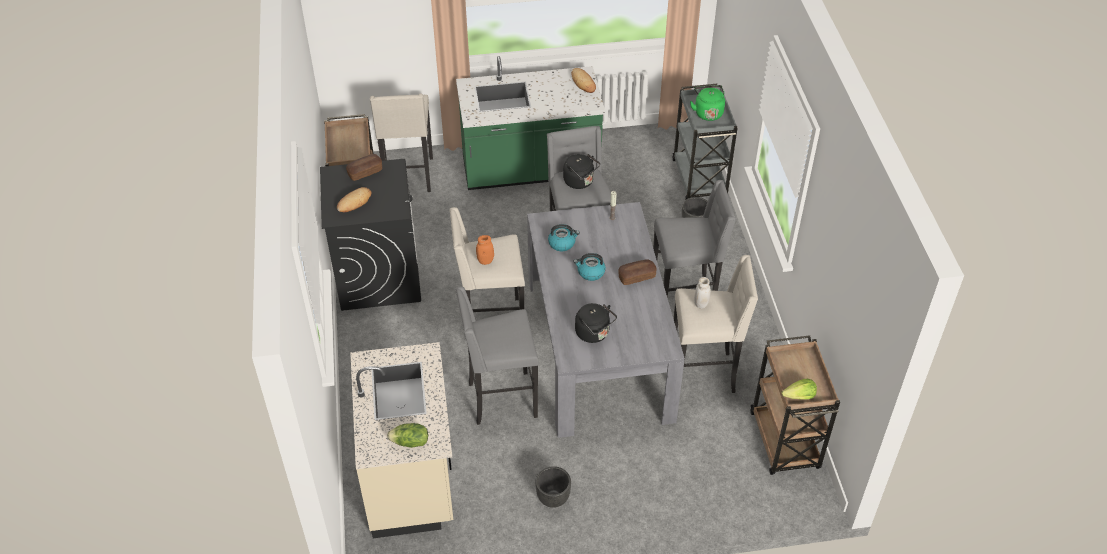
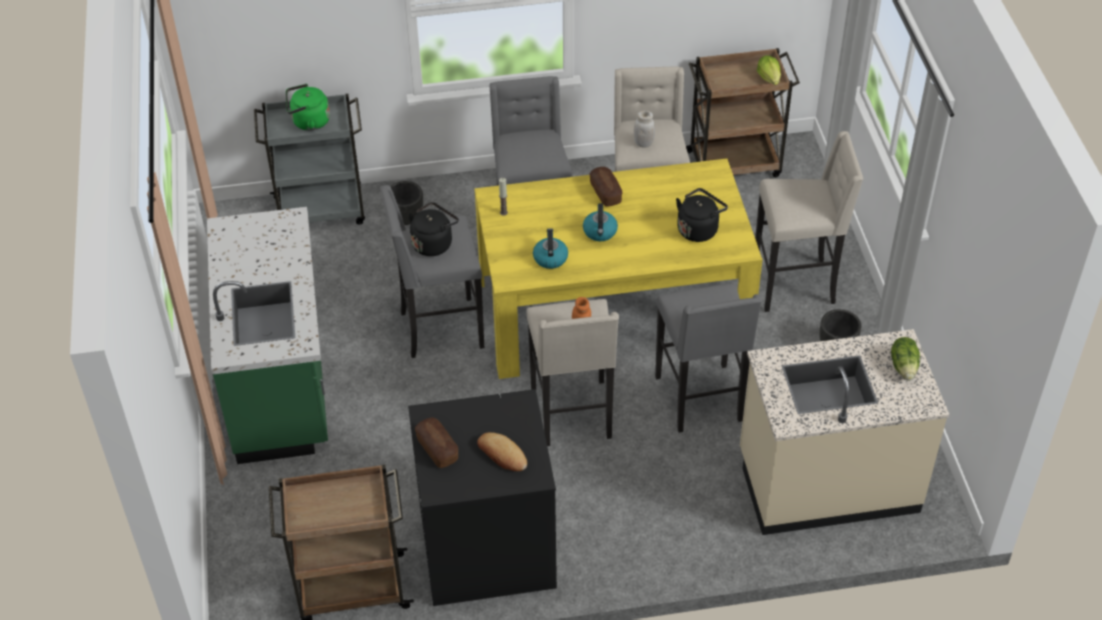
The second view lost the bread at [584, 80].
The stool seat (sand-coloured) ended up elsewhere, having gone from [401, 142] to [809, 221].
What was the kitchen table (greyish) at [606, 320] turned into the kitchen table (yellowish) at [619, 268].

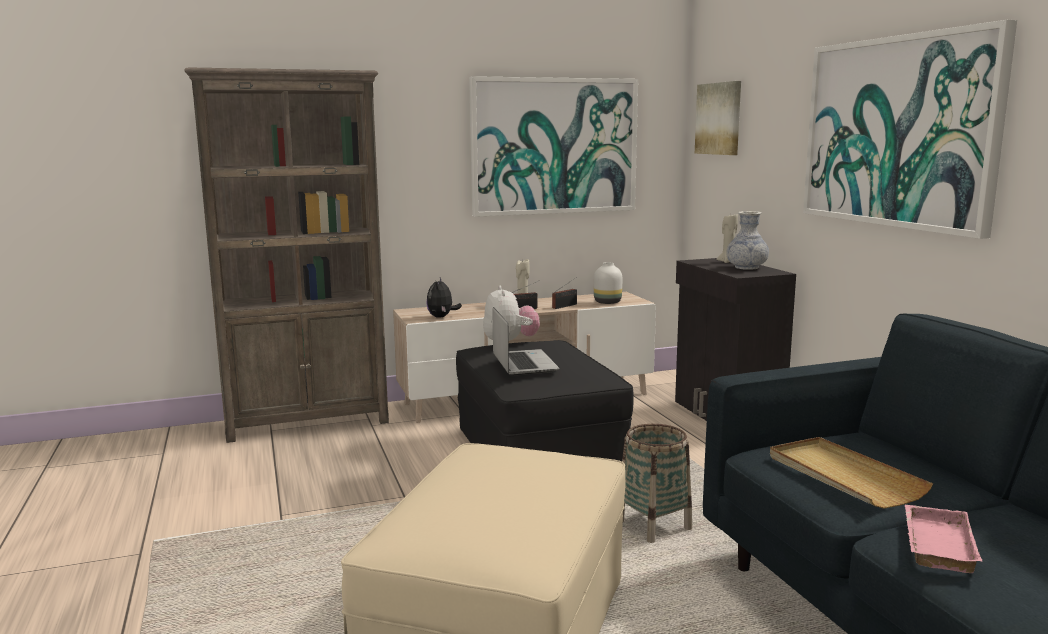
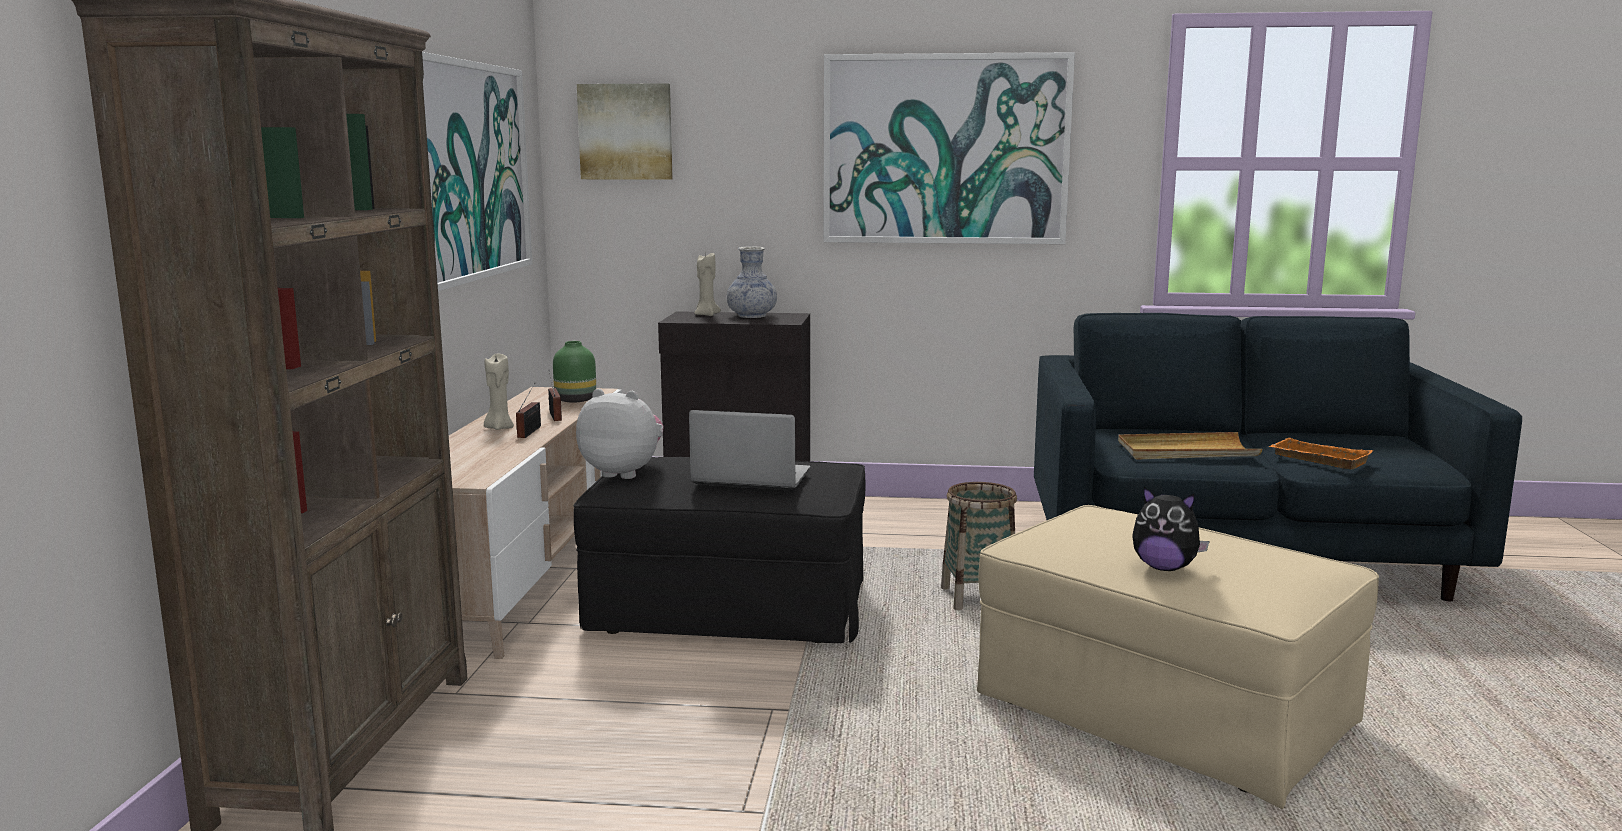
What was the decorative vase (whitish) at [608, 283] turned into the decorative vase (greenish) at [574, 371].
The cuddly toy ended up elsewhere, having gone from [444, 297] to [1171, 529].
What was the tray (pinkish) at [943, 539] turned into the tray (orangey) at [1321, 453].

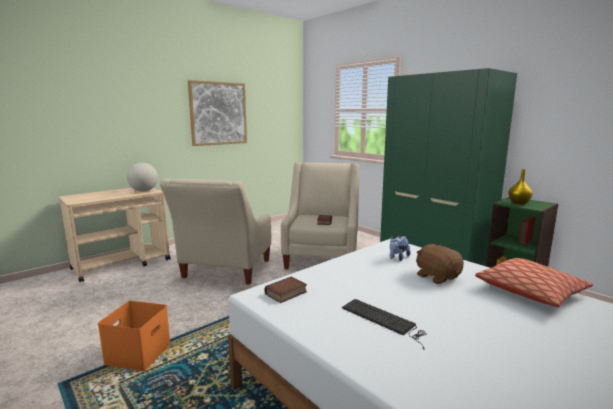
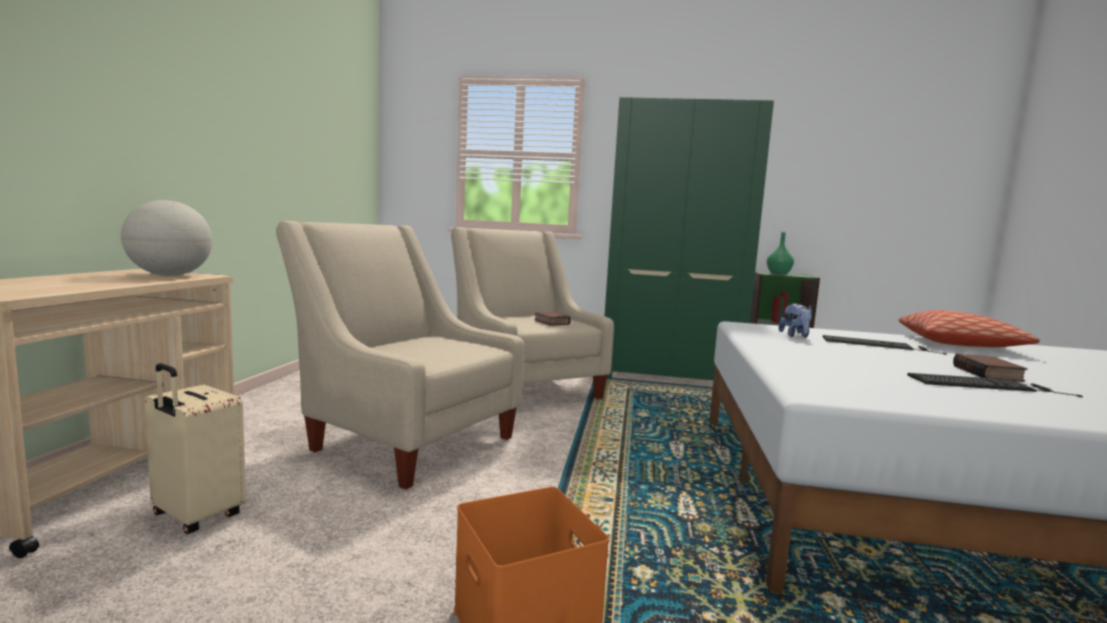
The second view lost the picture at [217, 113].
What was the decorative vase (yellowish) at [520, 186] turned into the decorative vase (greenish) at [780, 253].
The armchair (sand-coloured) at [215, 231] ended up facing another way, 150 degrees clockwise from before.
Where the cuddly toy (brownish) stood at [440, 264], the PC keyboard came to stand at [885, 345].
The book ended up elsewhere, having gone from [286, 290] to [990, 368].
The second view gained the travel case (sand-coloured) at [195, 448].

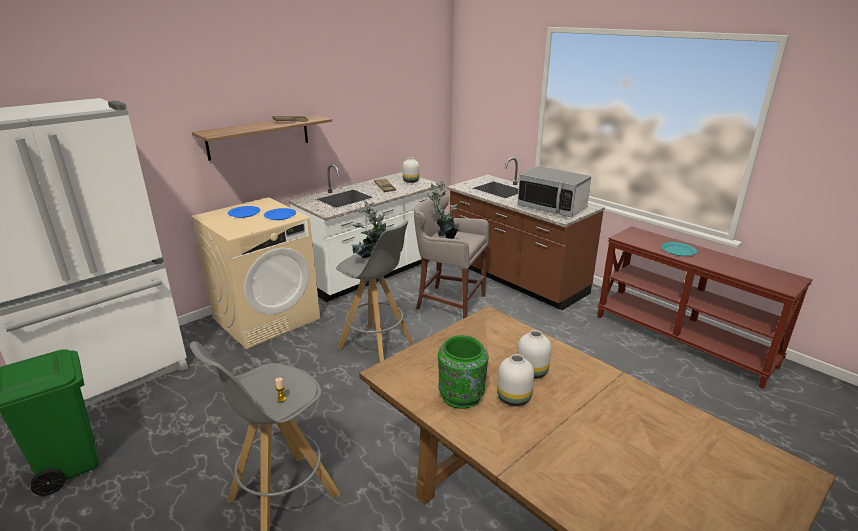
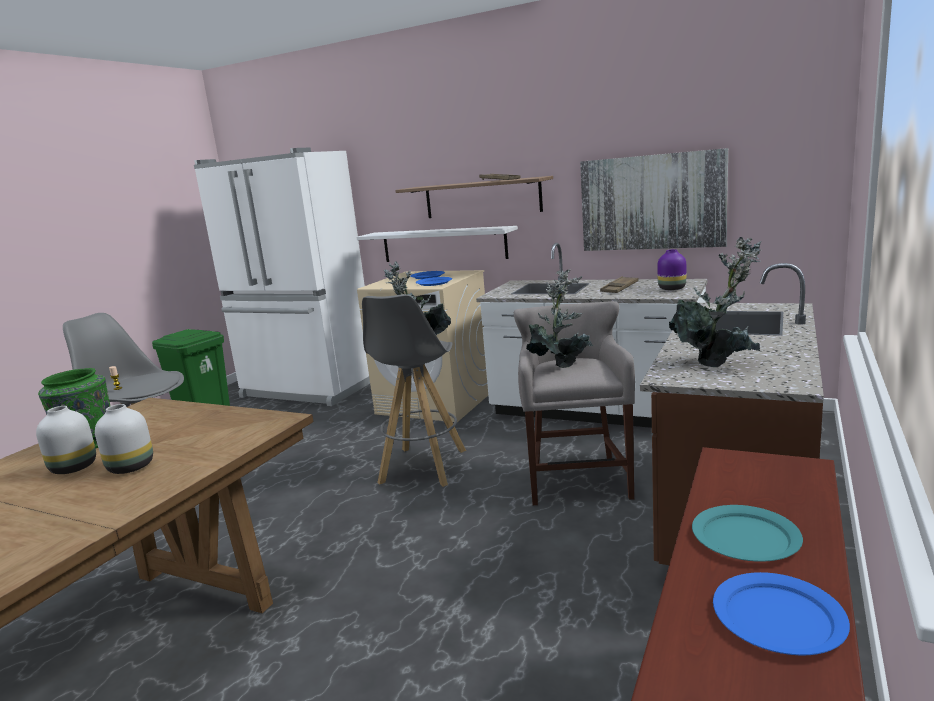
What was the decorative vase (whitish) at [410, 170] turned into the decorative vase (purplish) at [671, 269].
Where the kitchen microwave stood at [554, 191], the plant in a pot came to stand at [715, 302].
The second view gained the picture at [654, 199].
The second view gained the bracket shelf (whitish) at [437, 244].
The second view gained the flat dish (blue-coloured) at [781, 613].

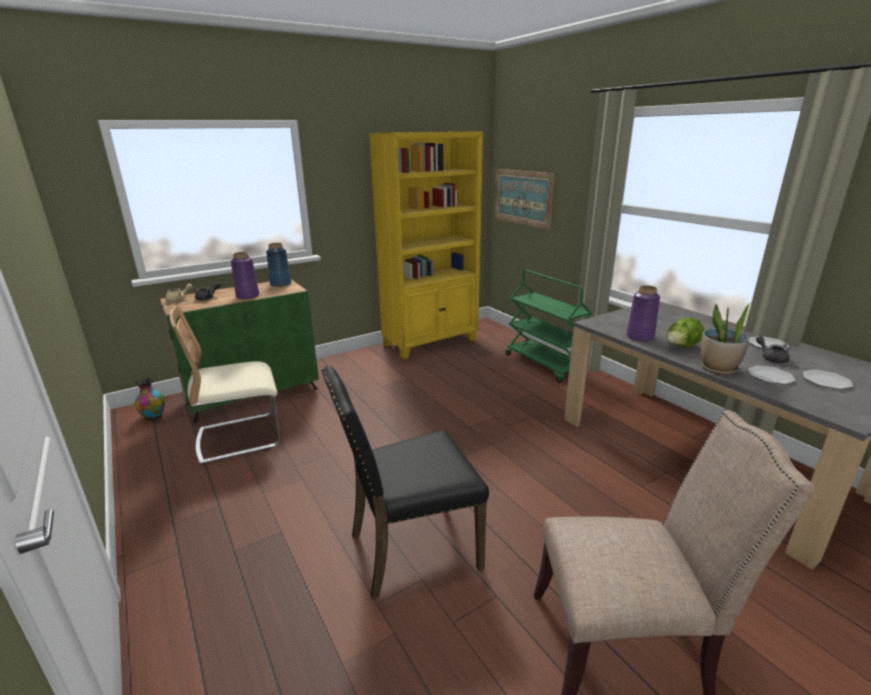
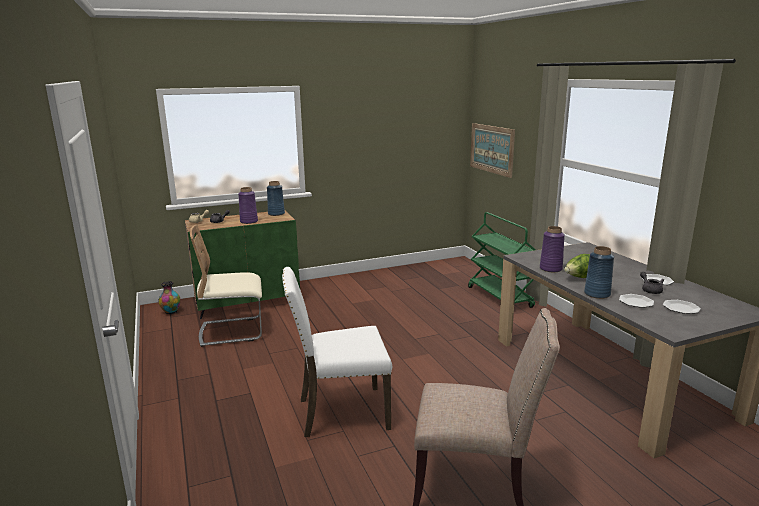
The second view lost the shelving unit (yellowish) at [426, 245].
Where the plant in a pot stood at [726, 339], the decorative vase (blue-coloured) came to stand at [599, 272].
What was the upright chair (black) at [405, 482] turned into the upright chair (whitish) at [337, 352].

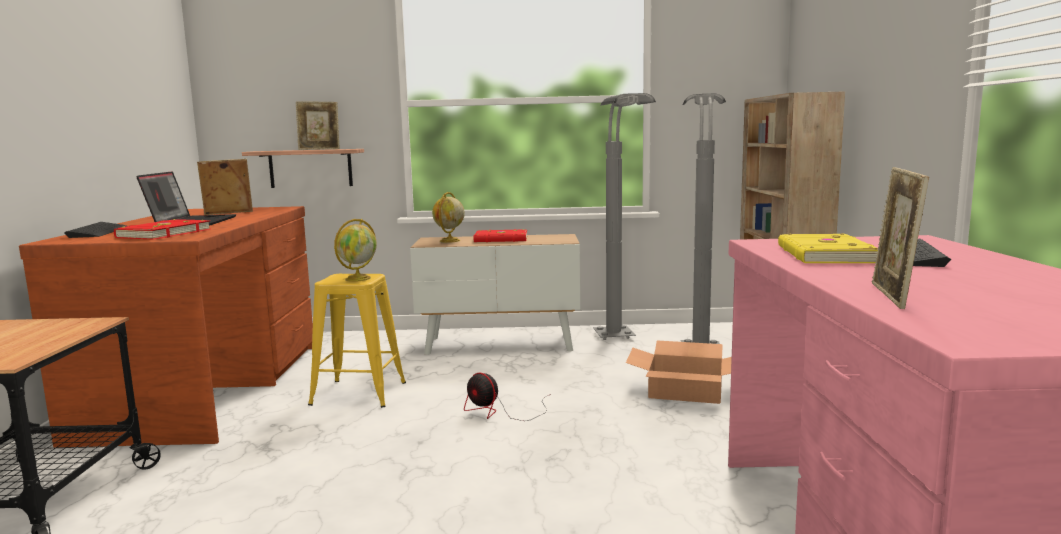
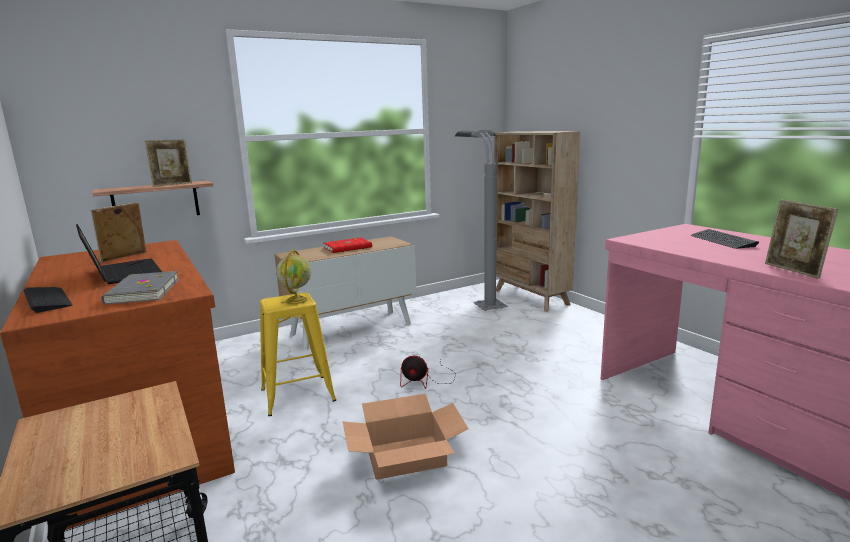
The second view lost the standing lamp (greyish) at [624, 216].
The second view lost the globe at [448, 217].
What was the book (reddish) at [162, 229] turned into the book (greyish) at [140, 288].
The second view lost the book (yellowish) at [828, 248].
The packing box ended up elsewhere, having gone from [679, 372] to [406, 437].

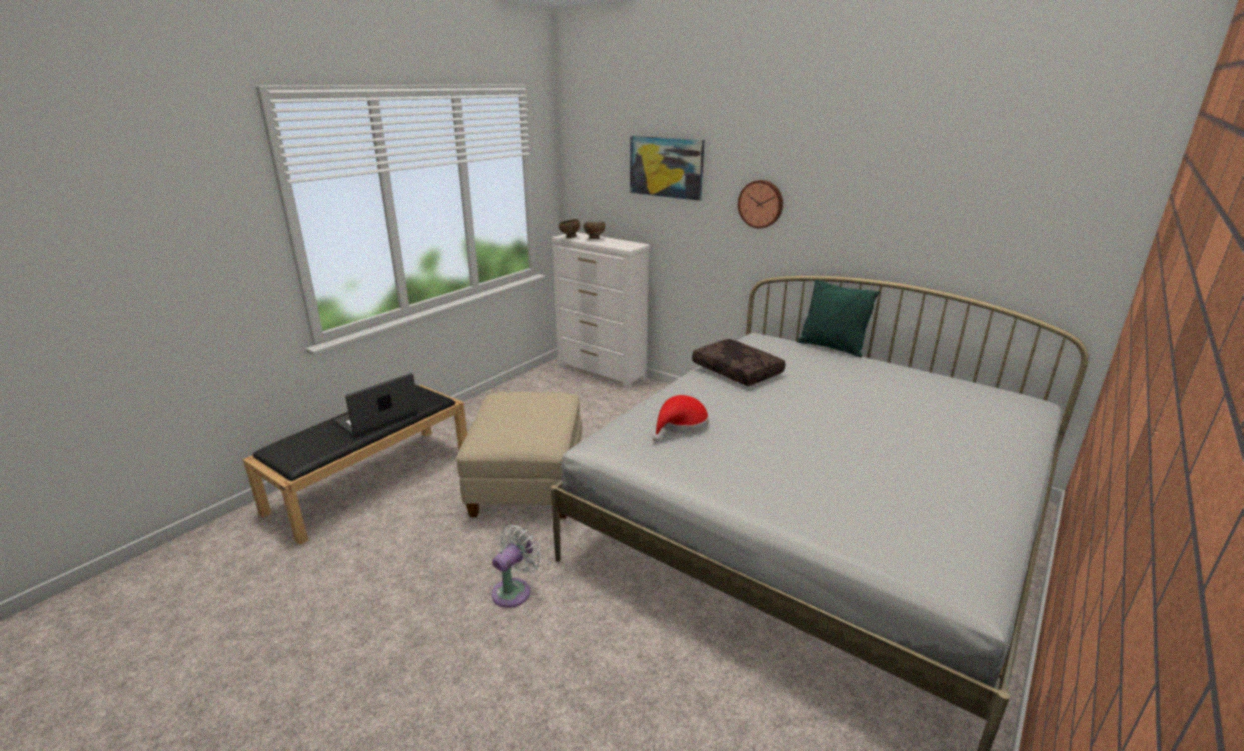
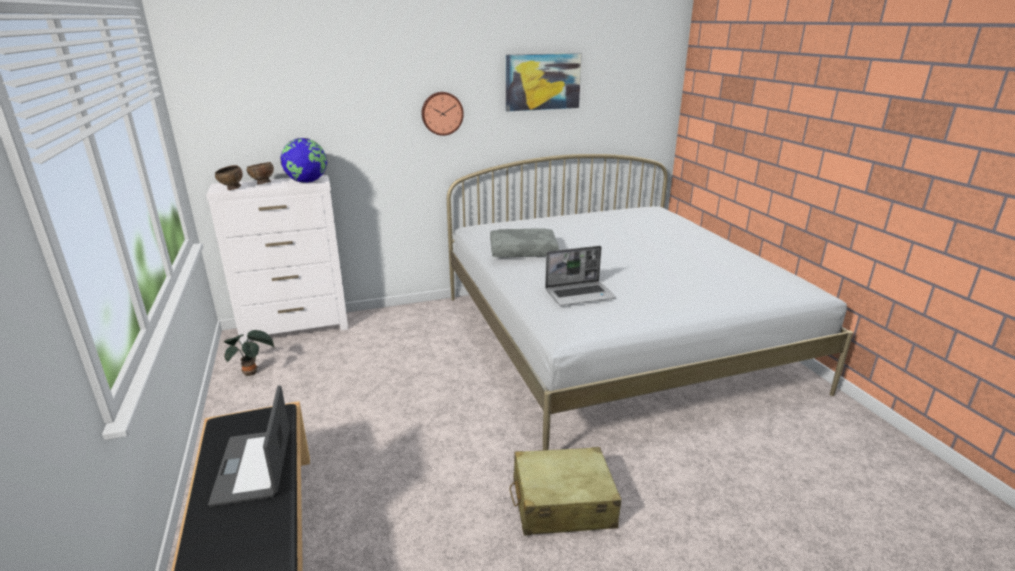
The picture ended up elsewhere, having gone from [667, 168] to [544, 82].
The second view lost the pillow (greenish) at [838, 318].
What was the pillow (brownish) at [739, 362] turned into the pillow (greyish) at [524, 243].
The second view lost the pouffe (sand-coloured) at [519, 455].
Where the hat (reddish) stood at [680, 418], the portable computer came to stand at [580, 276].
Where the fan (whitish) stood at [516, 566], the travel case (sand-coloured) came to stand at [565, 491].
The second view gained the globe at [303, 160].
The second view gained the plant in a pot at [249, 353].

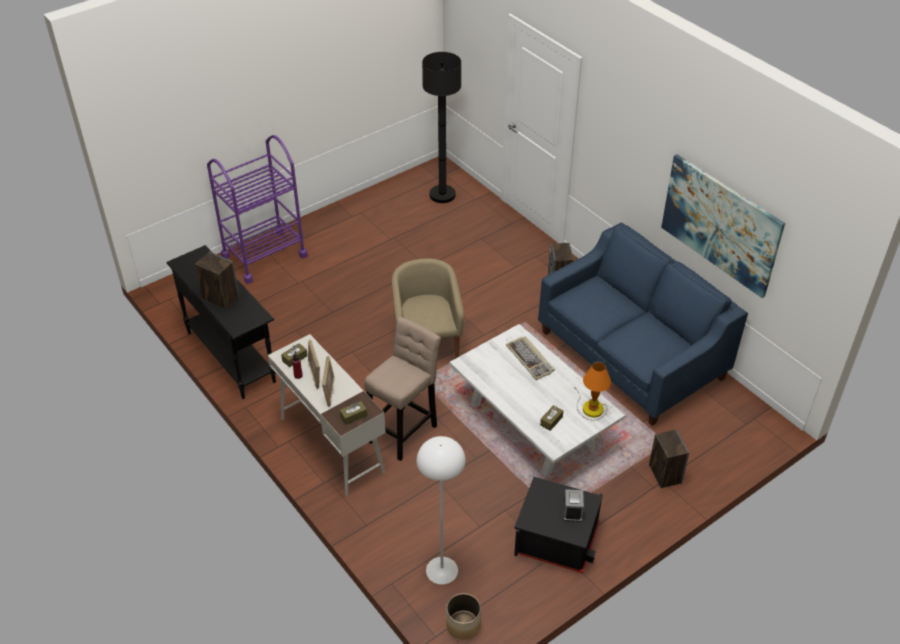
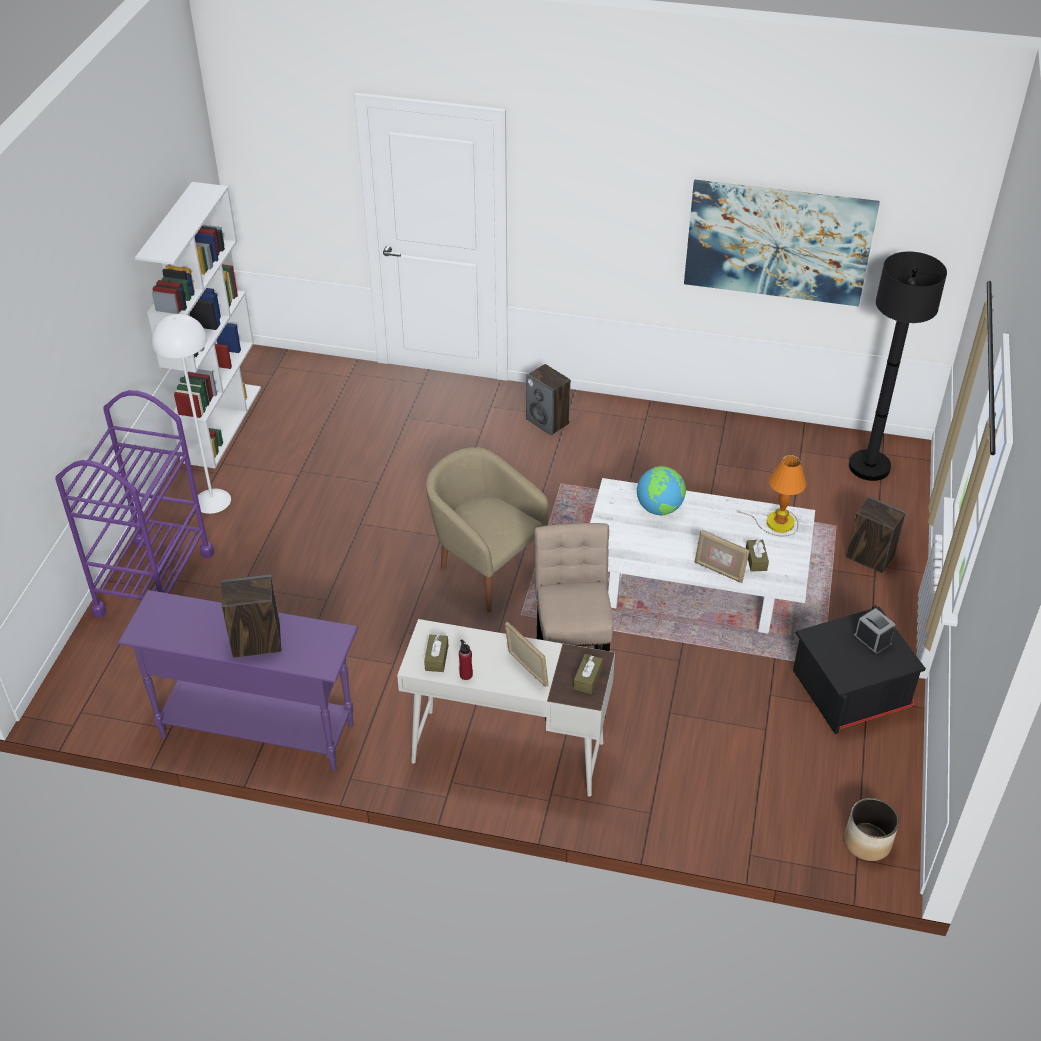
The standing lamp (black) ended up elsewhere, having gone from [441, 127] to [898, 366].
The second view lost the sofa (blue-coloured) at [643, 324].
What was the console table (black) at [221, 322] turned into the console table (purplish) at [238, 680].
Where the PC keyboard stood at [530, 358], the globe came to stand at [661, 491].
The picture frame ended up elsewhere, having gone from [314, 364] to [722, 556].
The standing lamp (whitish) ended up elsewhere, having gone from [441, 510] to [191, 414].
The second view gained the shelving unit (whitish) at [198, 325].

